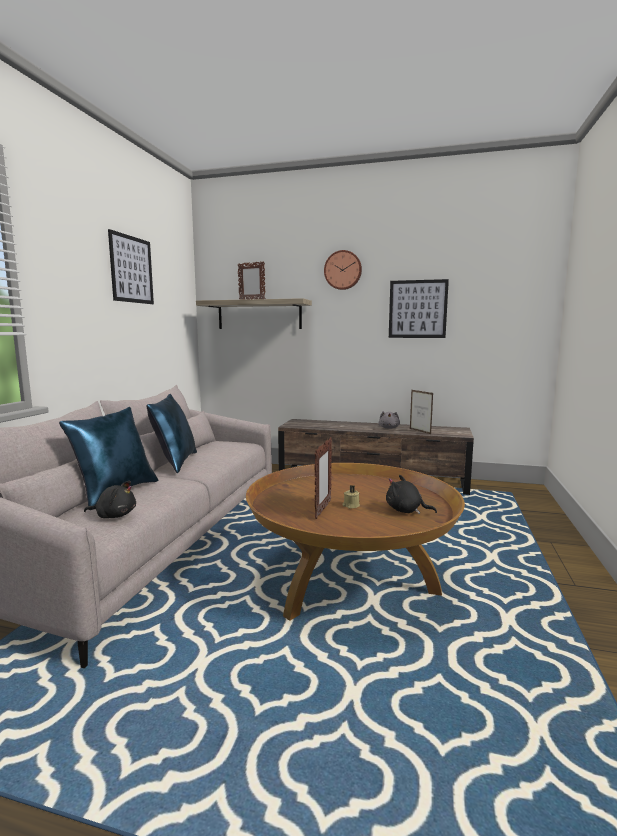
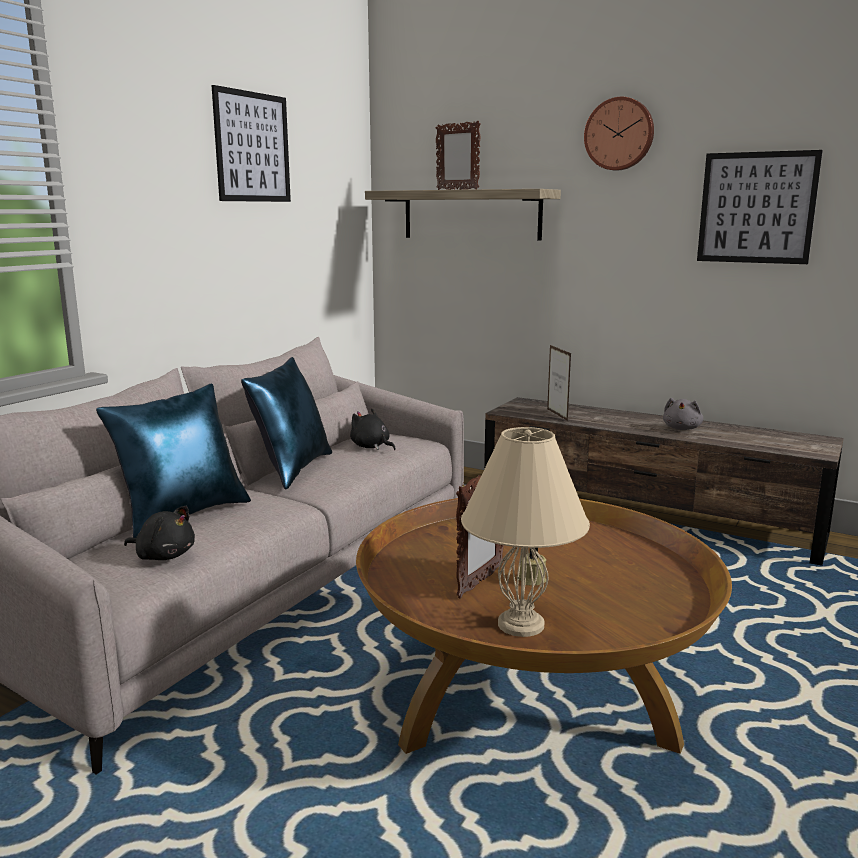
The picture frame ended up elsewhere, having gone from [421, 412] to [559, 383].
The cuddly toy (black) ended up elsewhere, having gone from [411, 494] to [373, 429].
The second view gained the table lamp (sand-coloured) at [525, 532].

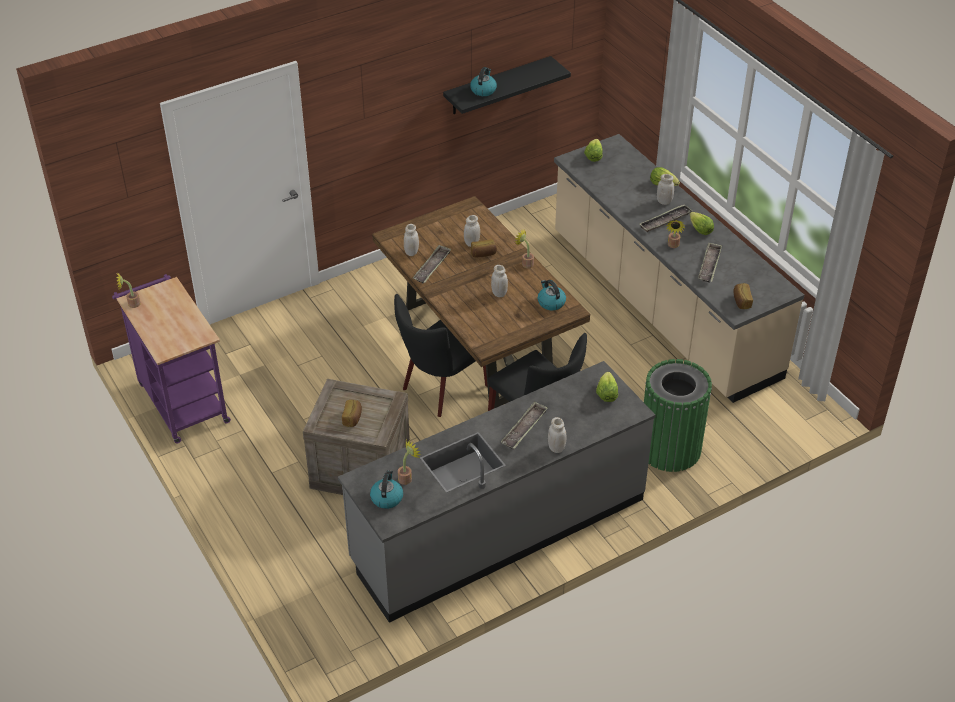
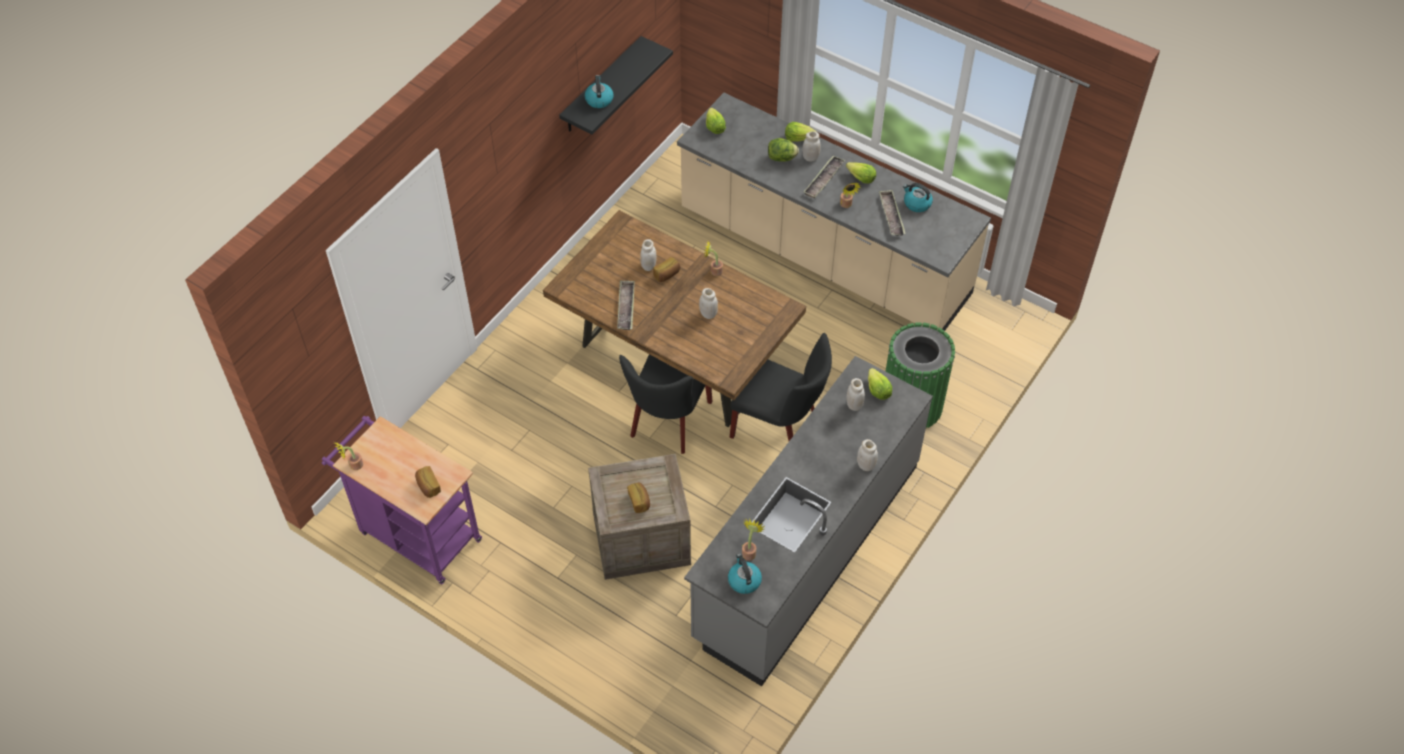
The storage jar (whitish) ended up elsewhere, having gone from [411, 240] to [855, 394].
The water kettle ended up elsewhere, having gone from [552, 295] to [918, 197].
The bread ended up elsewhere, having gone from [743, 296] to [428, 482].
The second view lost the tray at [524, 425].
The second view gained the lettuce at [783, 150].

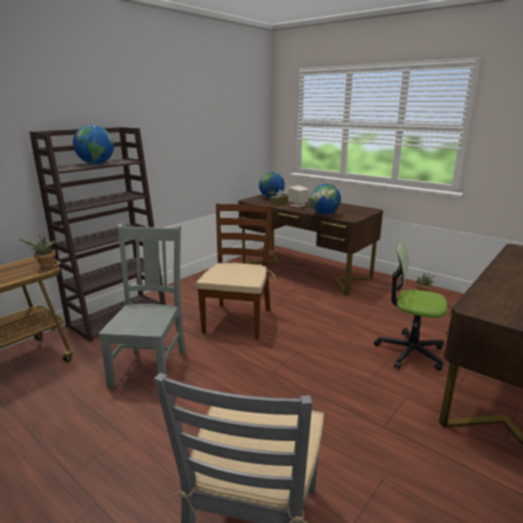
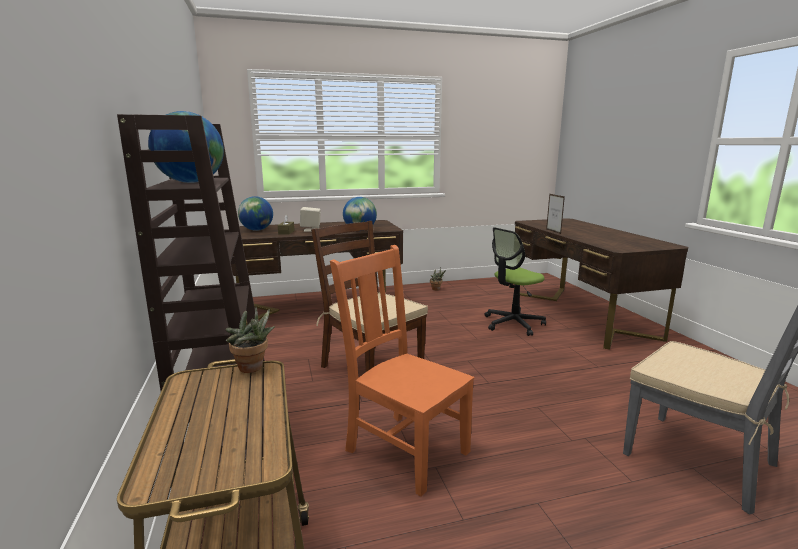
What was the upright chair (greyish) at [142, 306] turned into the upright chair (orangey) at [402, 371].
The second view gained the picture frame at [555, 214].

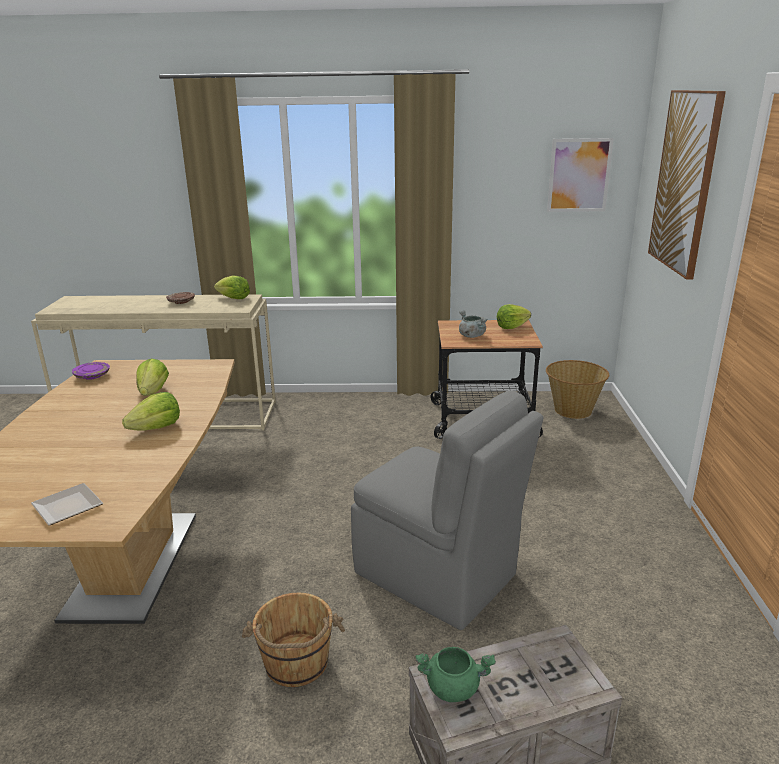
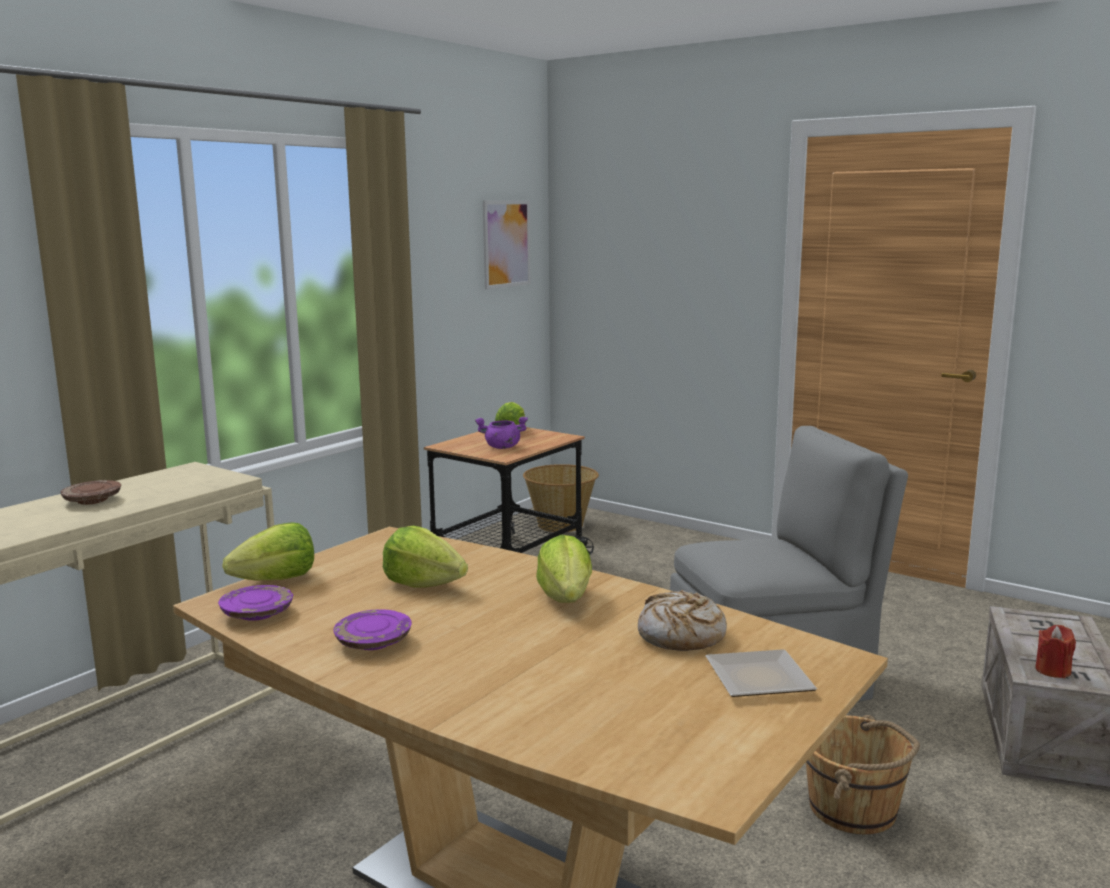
The second view lost the picture at [687, 184].
The lettuce ended up elsewhere, having gone from [232, 287] to [268, 551].
What was the cooking pot (greyish) at [473, 324] turned into the cooking pot (purplish) at [501, 432].
Where the cooking pot (greenish) stood at [455, 674], the wax light (reddish) came to stand at [1055, 651].
The second view gained the bread at [682, 620].
The second view gained the flat dish (purplish) at [373, 629].

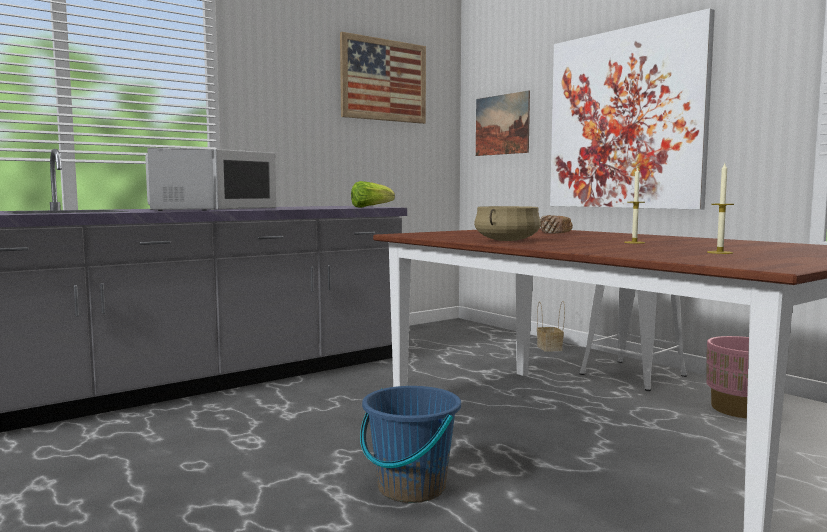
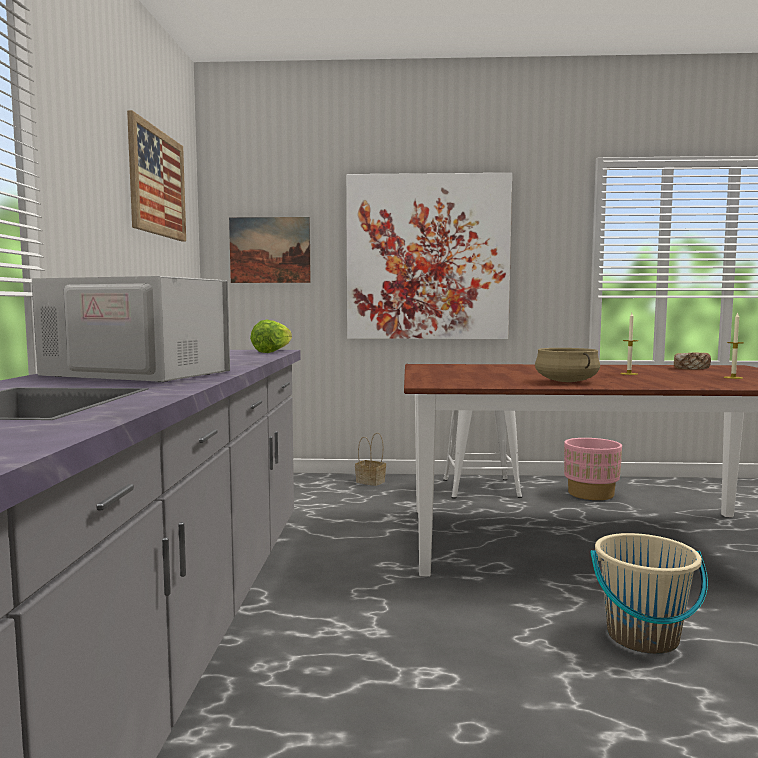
The bread ended up elsewhere, having gone from [556, 224] to [692, 361].
What was the bucket (blue-coloured) at [410, 444] turned into the bucket (sand-coloured) at [649, 593].

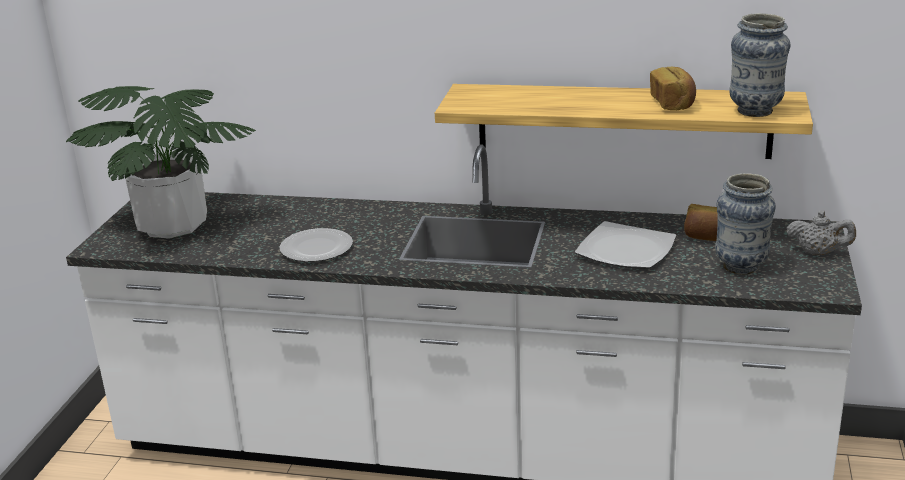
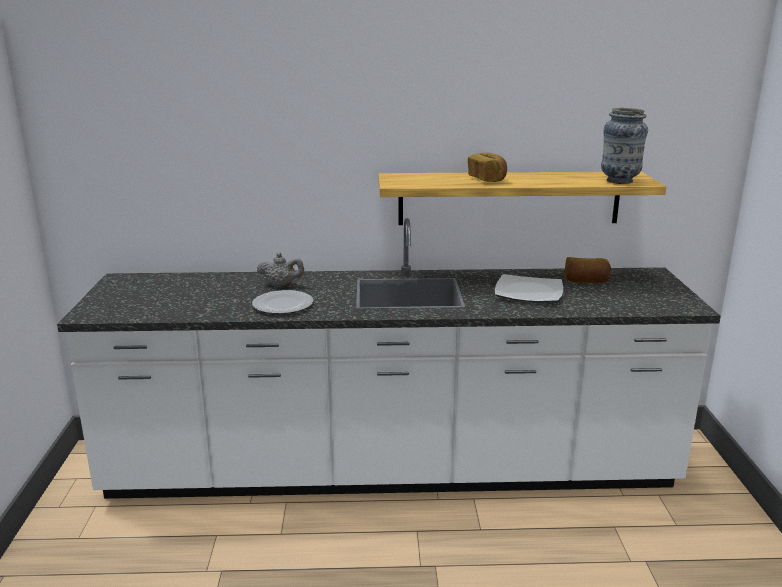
The bread ended up elsewhere, having gone from [673, 88] to [487, 167].
The second view lost the plant in a pot at [161, 162].
The second view lost the decorative vase at [745, 223].
The tea pot (greyish) ended up elsewhere, having gone from [821, 232] to [280, 269].

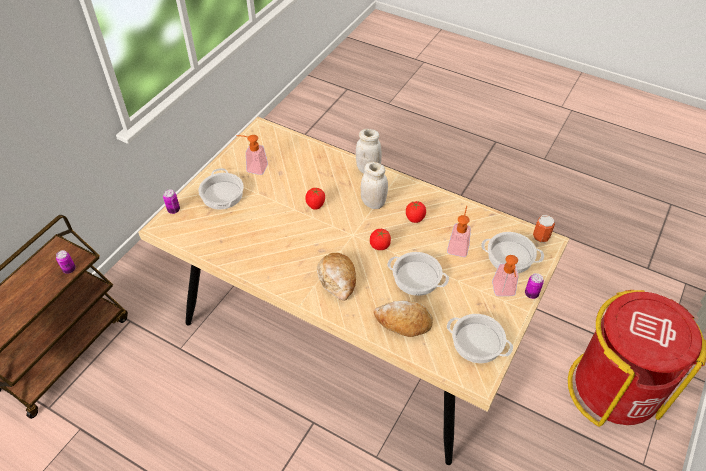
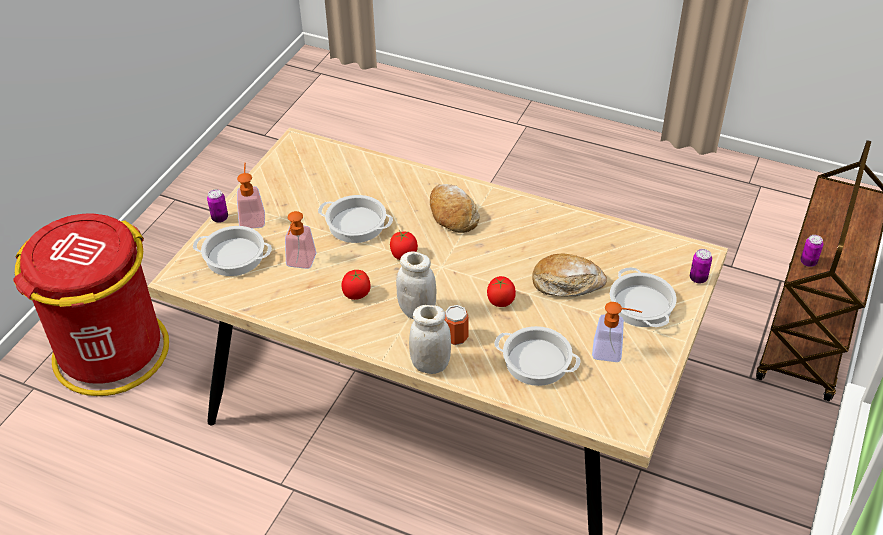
The can ended up elsewhere, having gone from [544, 229] to [457, 325].
The bread ended up elsewhere, having gone from [403, 319] to [569, 275].
The cooking pot ended up elsewhere, having gone from [480, 338] to [537, 356].

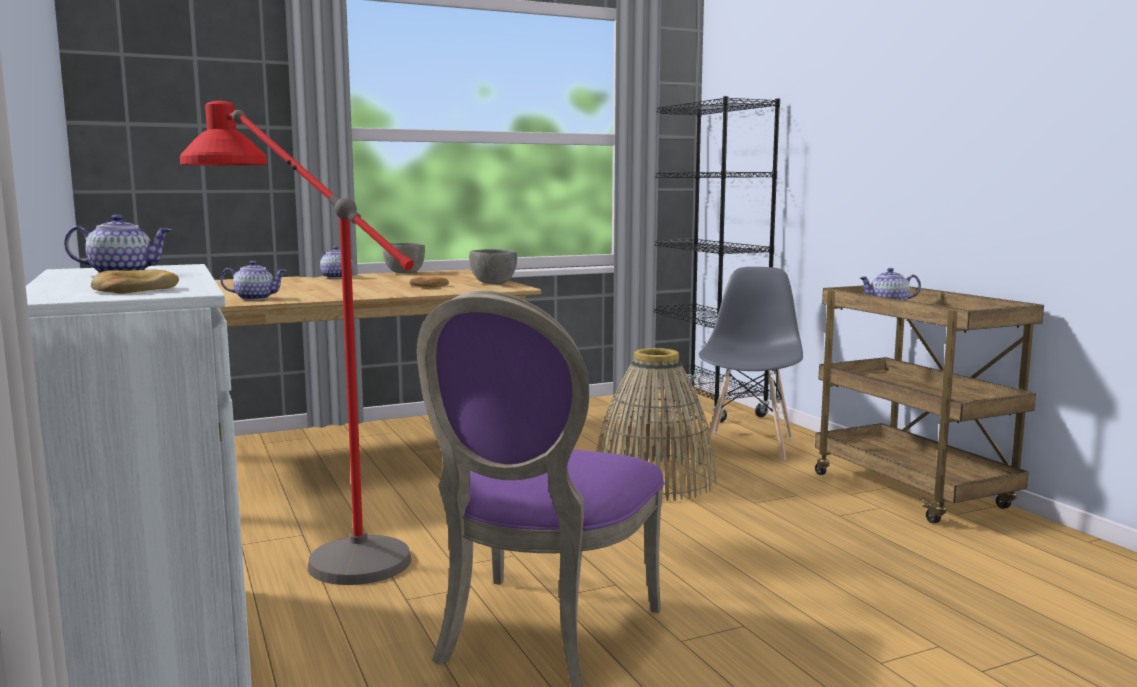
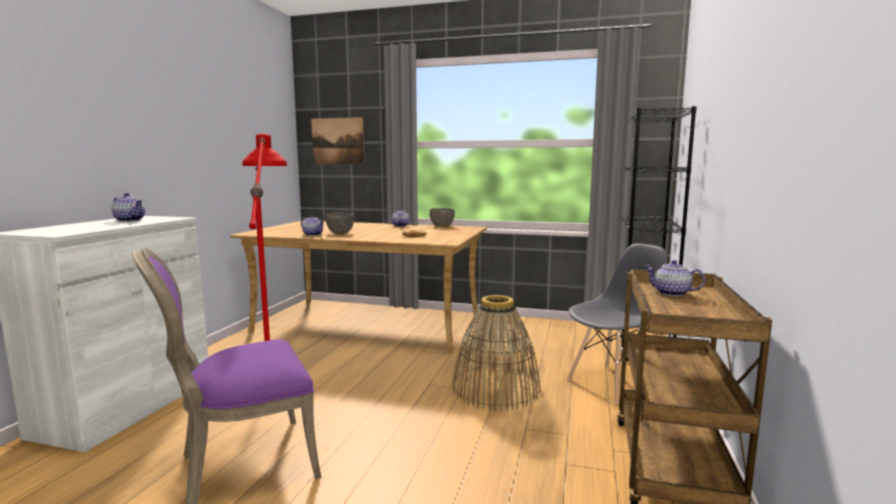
The serving bowl (greyish) ended up elsewhere, having gone from [493, 267] to [340, 223].
The second view lost the bread at [135, 282].
The second view gained the picture at [337, 140].

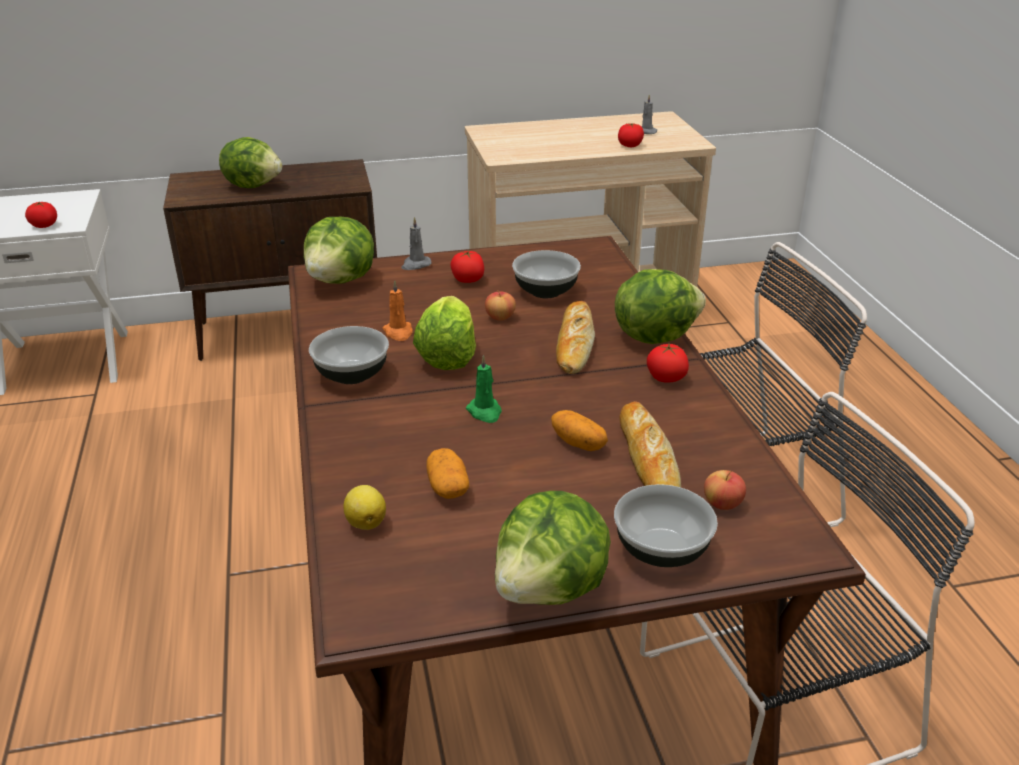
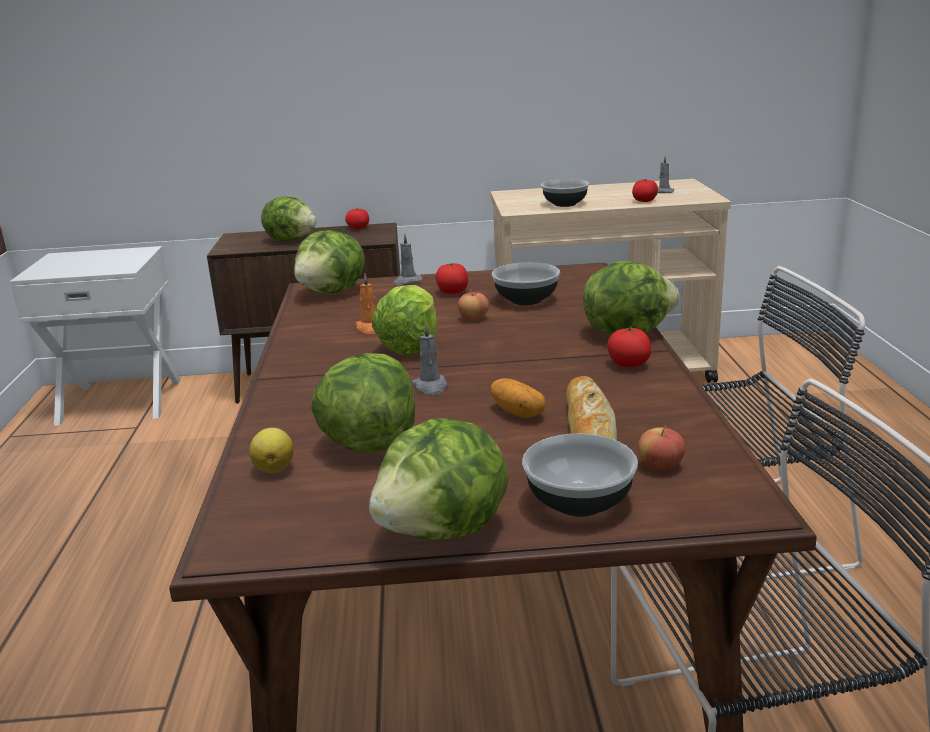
The fresh tomato ended up elsewhere, having gone from [41, 215] to [357, 218].
The second view lost the bread at [575, 337].
The serving bowl ended up elsewhere, having gone from [349, 355] to [565, 193].
What was the wax light (greenish) at [484, 389] turned into the wax light (greyish) at [429, 359].
Where the whole potato stood at [447, 473], the lettuce came to stand at [363, 403].

